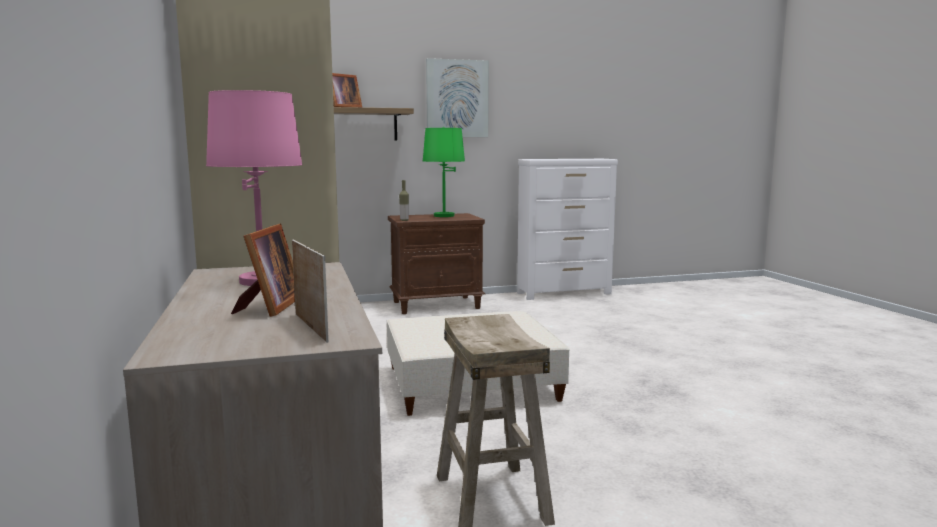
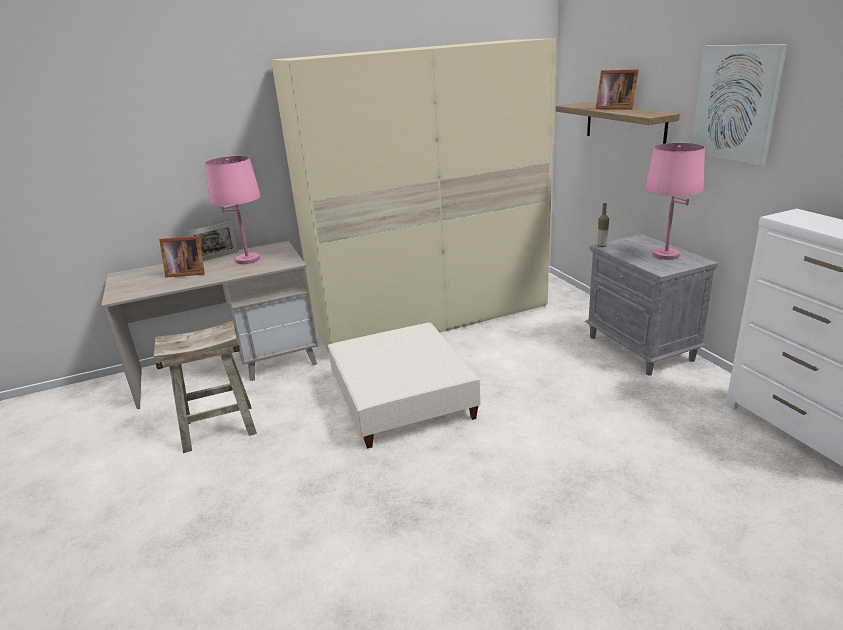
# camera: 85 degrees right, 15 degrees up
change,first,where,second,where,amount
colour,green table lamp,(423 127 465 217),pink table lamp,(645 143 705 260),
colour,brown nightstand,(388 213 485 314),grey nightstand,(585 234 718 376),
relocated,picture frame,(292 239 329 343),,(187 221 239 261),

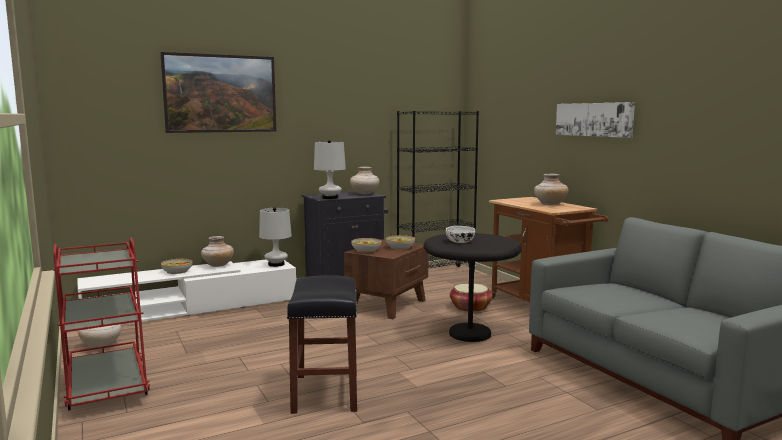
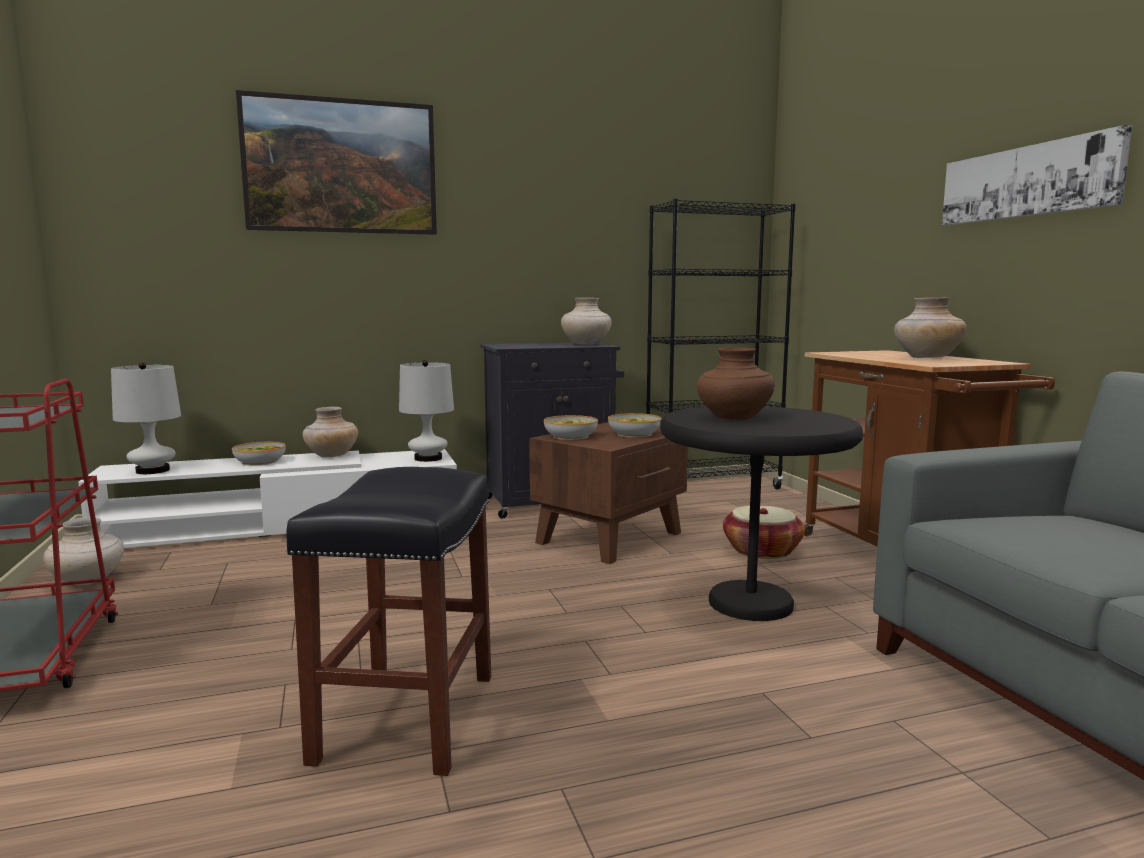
# camera: 10 degrees right, 0 degrees up
change,first,where,second,where,amount
relocated,white table lamp,(314 140 346 199),,(111 363 181 474),
exchanged,white bowl,(446 226 475 243),brown vase,(697 348 775 420),

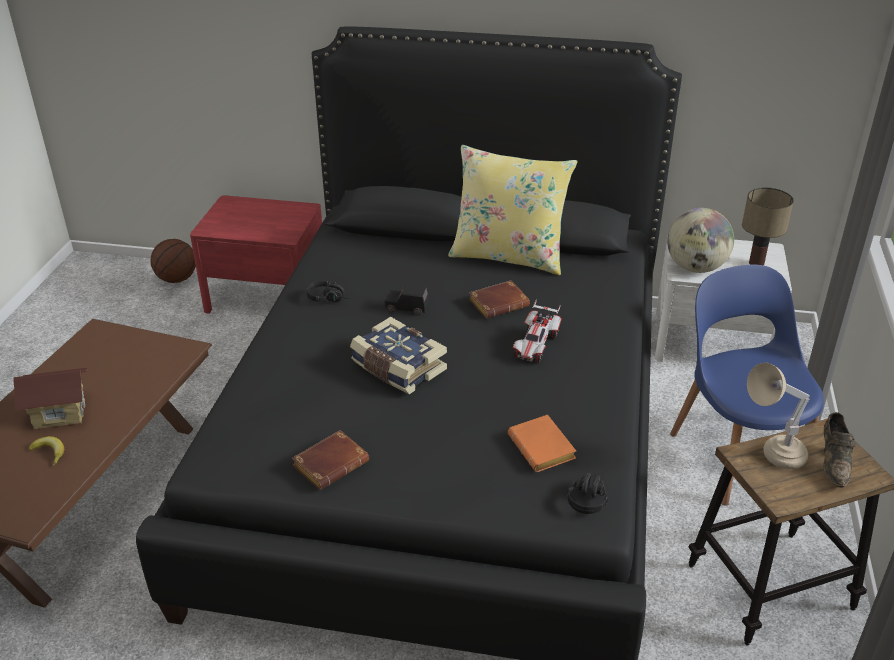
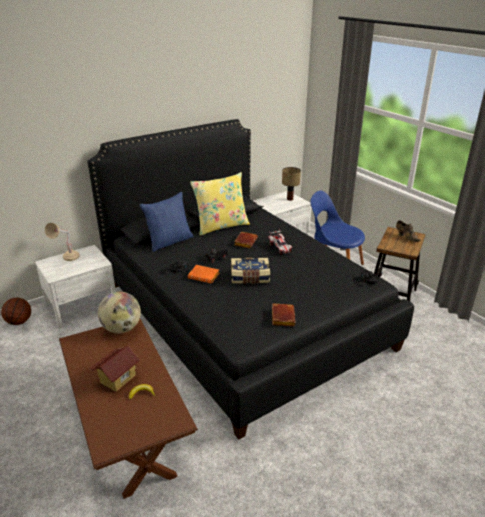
# camera: 45 degrees left, 5 degrees down
change,first,where,second,where,amount
colour,red nightstand,(190 195 322 314),white nightstand,(35 245 116 327),
relocated,globe,(667 208 734 273),,(98 292 141 333),
relocated,beige table lamp,(747 363 810 469),,(45 223 80 261),
relocated,orange book,(508 415 576 472),,(188 265 219 284),
appeared,,,blue pillow,(139 192 194 252),

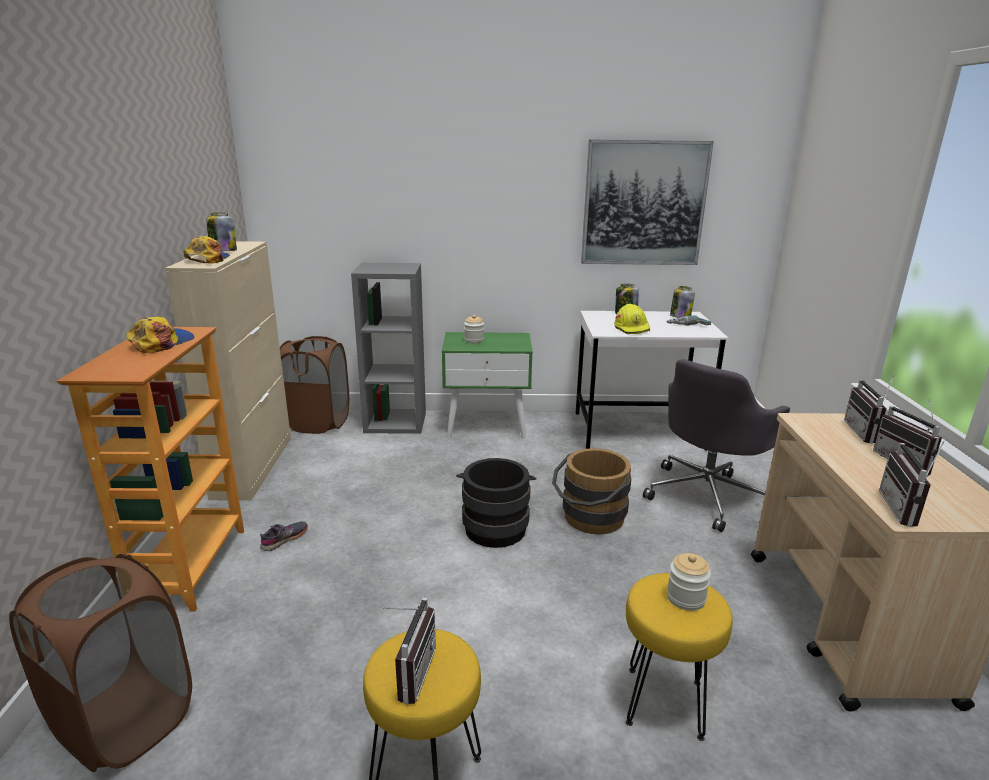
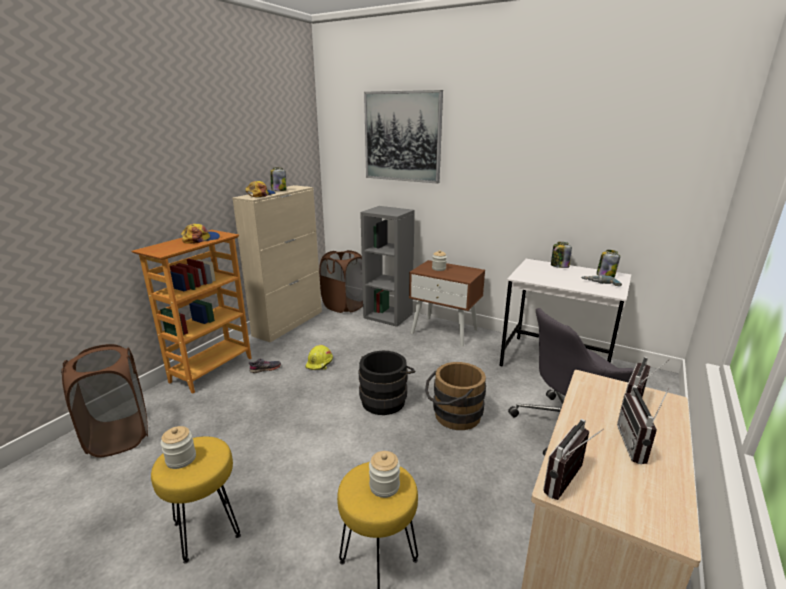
# camera: 30 degrees right, 0 degrees up
change,first,where,second,where,amount
relocated,picture,(581 140 714 265),,(364 90 443 184),
relocated,yellow hard hat,(614 304 650 334),,(306 345 333 370),
colour,green nightstand,(442 332 533 439),brown nightstand,(409 260 485 347),
exchanged,radio,(382 598 436 705),jar,(161 426 196 469),

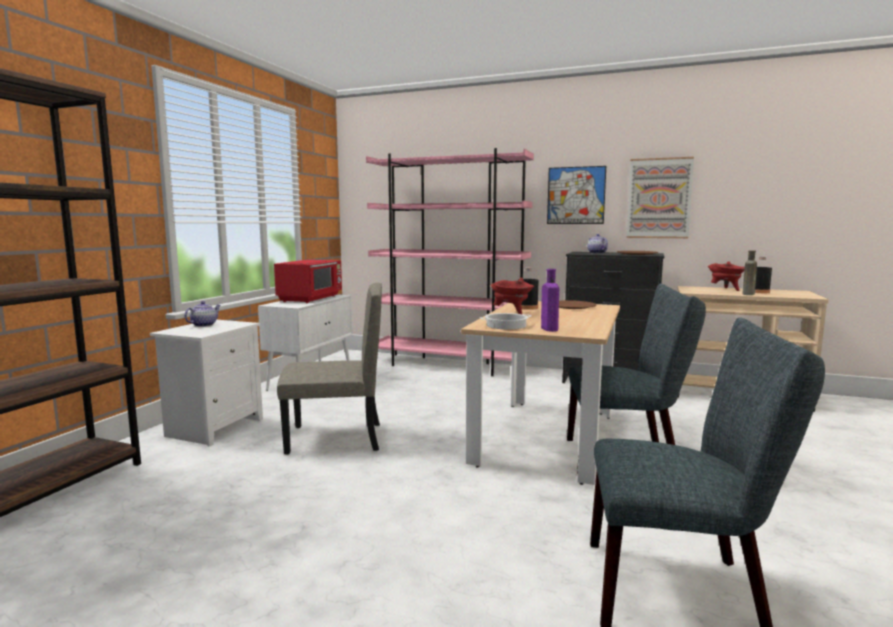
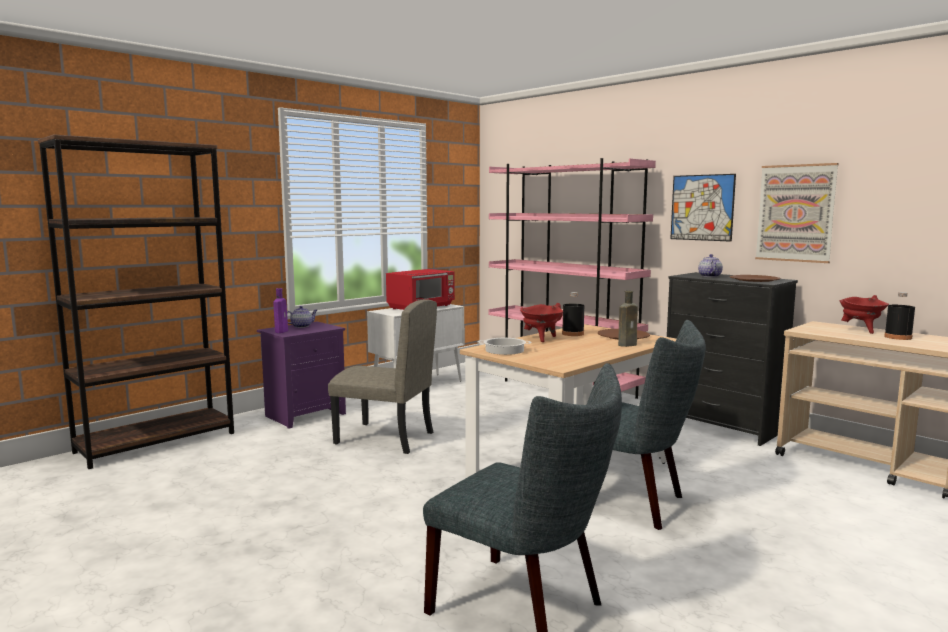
# camera: 25 degrees right, 0 degrees up
change,first,where,second,where,amount
relocated,brown bottle,(743 250 757 295),,(618 291 638 347),
relocated,purple bottle,(541 269 559 332),,(273 288 288 333),
colour,white nightstand,(150 320 263 446),purple nightstand,(257 321 346 429),

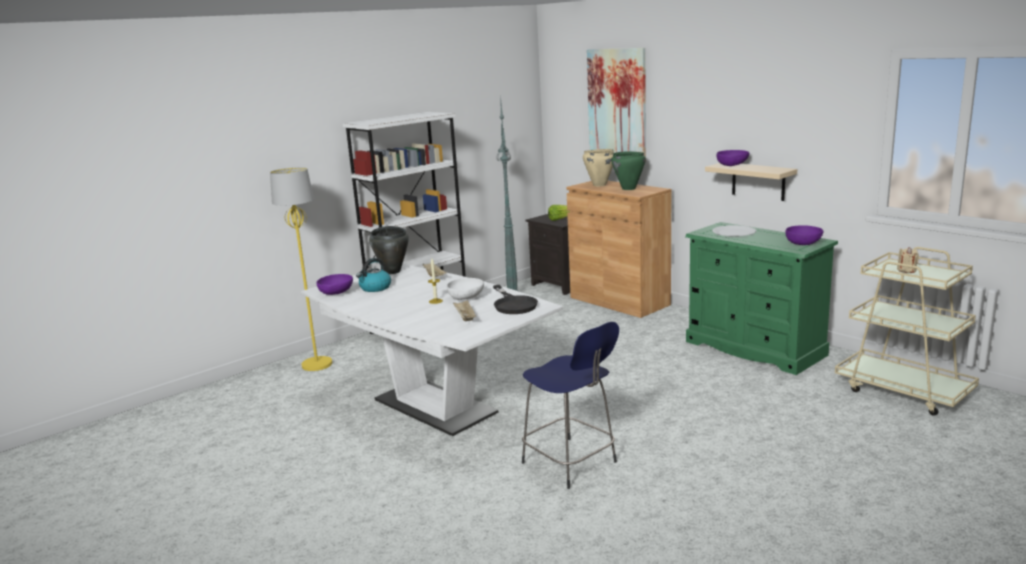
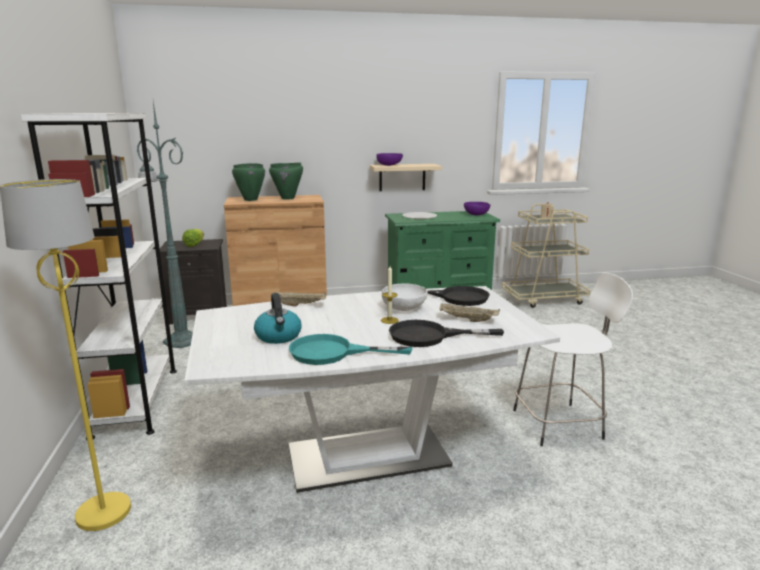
# camera: 60 degrees left, 0 degrees up
change,first,where,second,where,amount
missing,picture,(587 48 646 162),,,
colour,beige cooking pot,(583 149 614 186),green cooking pot,(232 163 265 201),
missing,black cooking pot,(369 226 409 274),,,
missing,purple bowl,(316 274 353 295),,,
colour,blue stool,(522 322 619 489),white stool,(513 273 633 446),
appeared,,,black frying pan,(389 320 504 347),
appeared,,,turquoise frying pan,(289 334 412 365),

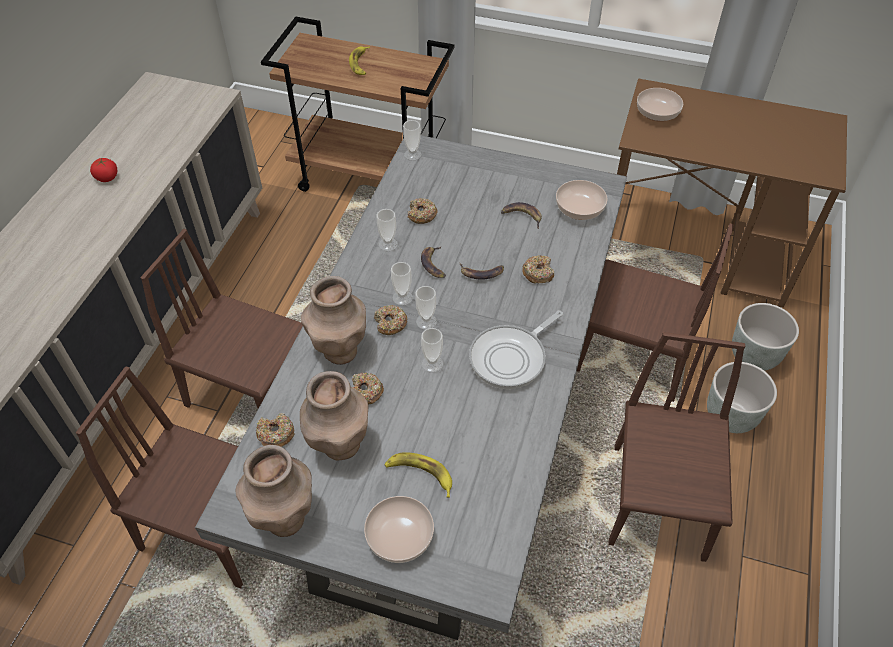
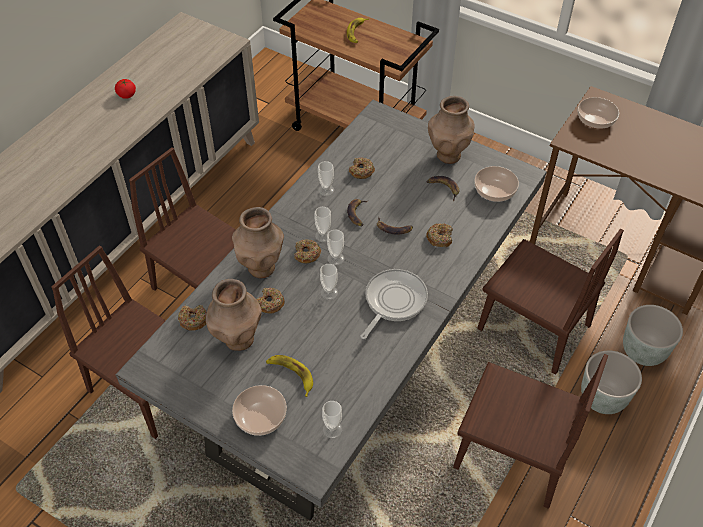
# camera: 15 degrees right, 0 degrees up
change,first,where,second,where,amount
relocated,cup,(403 120 422 161),,(322 401 343 438),
spun,frying pan,(469 310 563 389),,(360 269 428 339),150 degrees clockwise
spun,brown chair,(608 332 745 562),,(453 354 608 509),90 degrees clockwise
relocated,brown vase,(236 445 312 537),,(428 96 474 164),

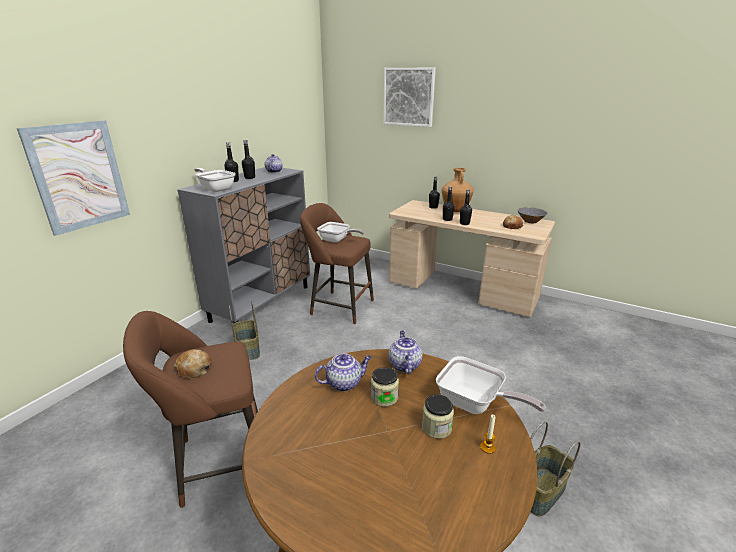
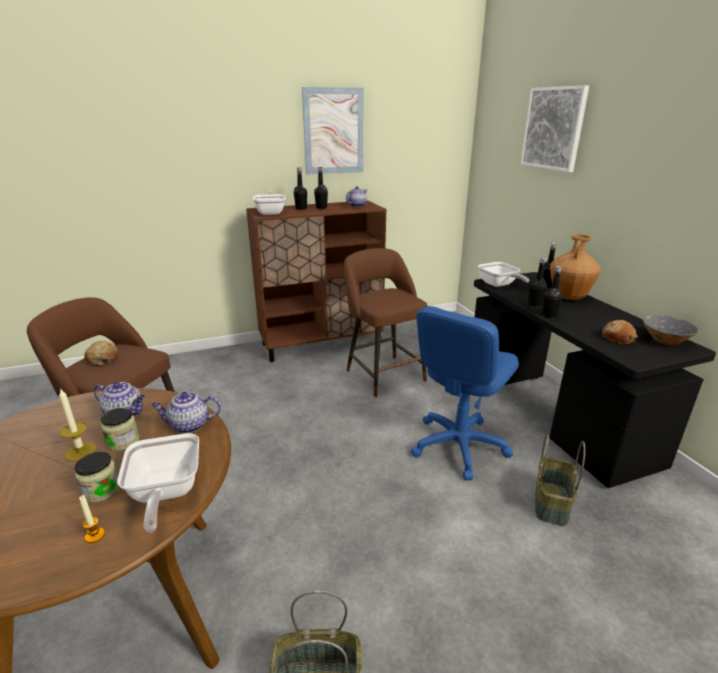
# camera: 40 degrees right, 0 degrees up
change,first,where,second,where,amount
relocated,picture,(17 120 130 236),,(302 87 364 175),
colour,grey cabinet,(178 167 310 323),brown cabinet,(246 200 387 362),
colour,beige desk,(389 200 555 317),black desk,(474 272 716 488),
relocated,frying pan,(317 222 365 243),,(478 262 530 287),
relocated,basket,(229 302 260 360),,(535 434 585 526),
spun,teapot,(388 330 423 374),,(151 392 221 433),135 degrees counterclockwise
appeared,,,blue office chair,(411 306 519 480),
appeared,,,candle,(59 388 96 461),

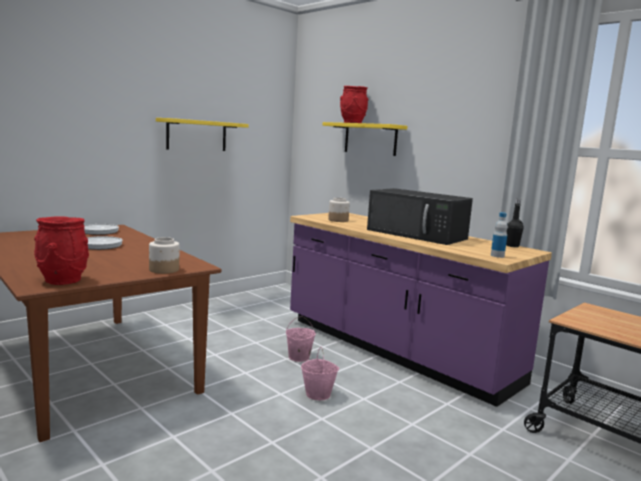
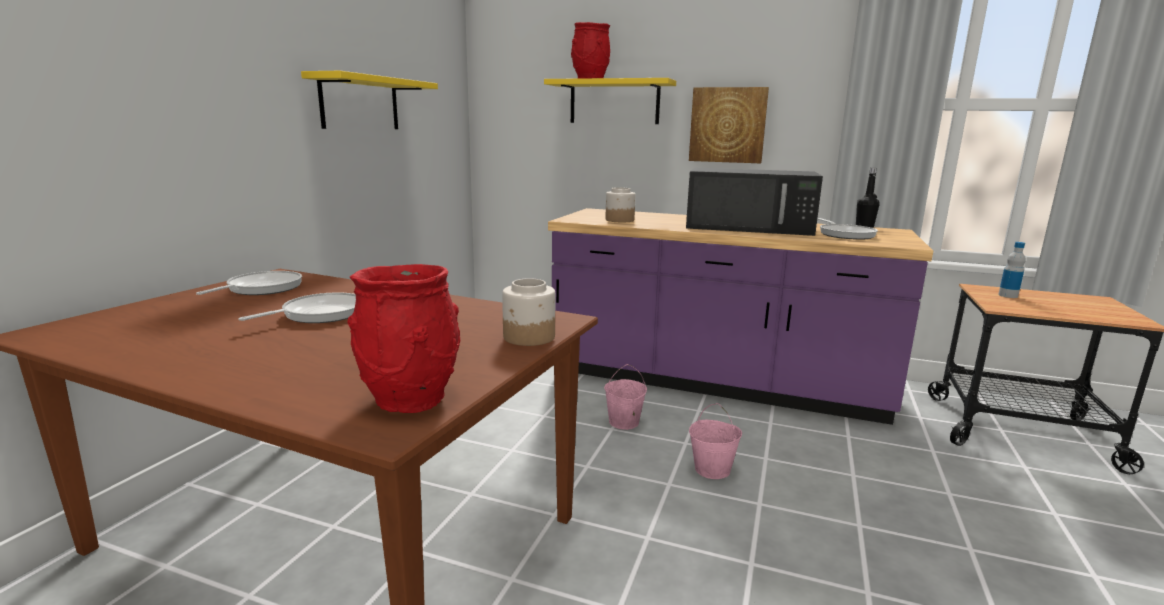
# camera: 25 degrees left, 5 degrees up
change,first,where,second,where,amount
relocated,bottle,(491 212 508 258),,(998 242 1026 298),
appeared,,,picture,(689 87 769 163),
appeared,,,frying pan,(817 218 878 240),

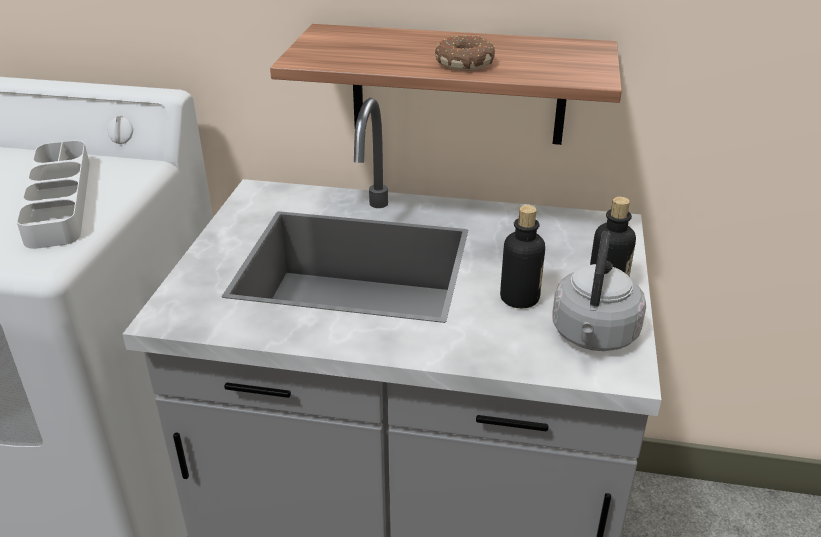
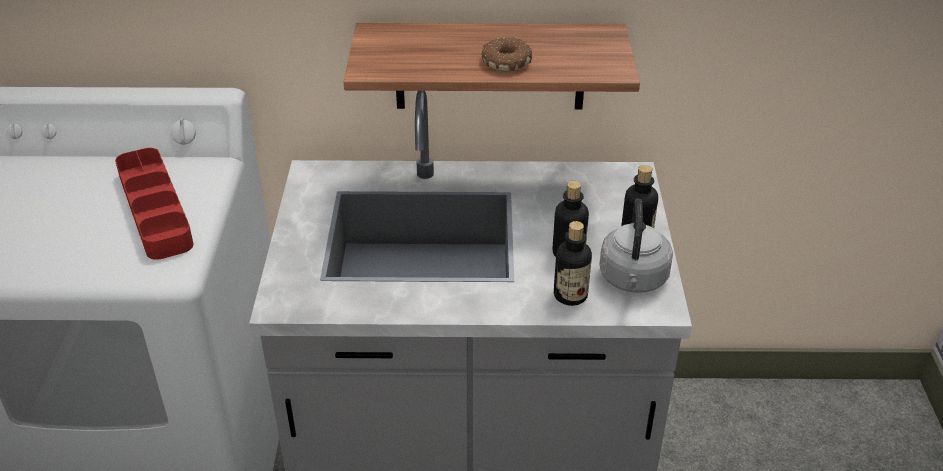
# camera: 10 degrees left, 5 degrees up
change,first,where,second,where,amount
colour,grey tray,(16 141 90 249),red tray,(115 148 193 260),
appeared,,,bottle,(554 221 592 306),

